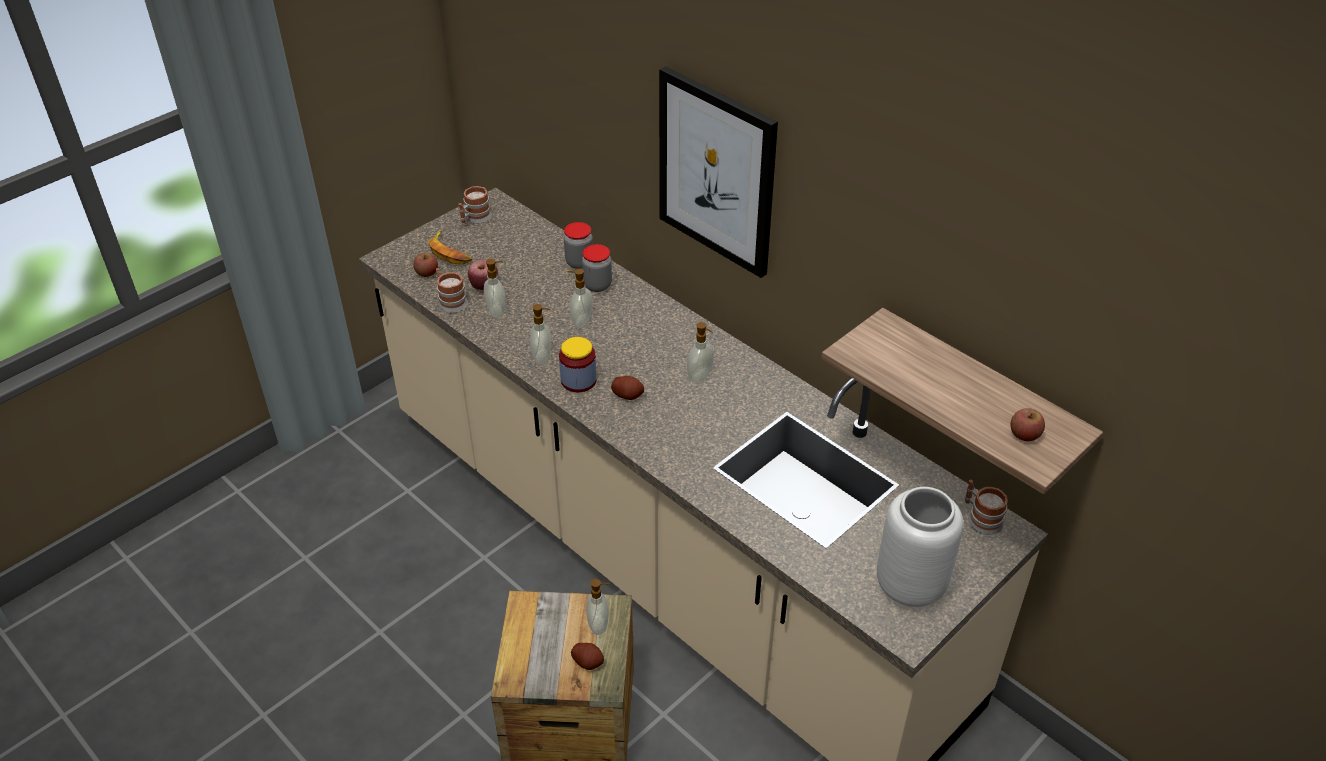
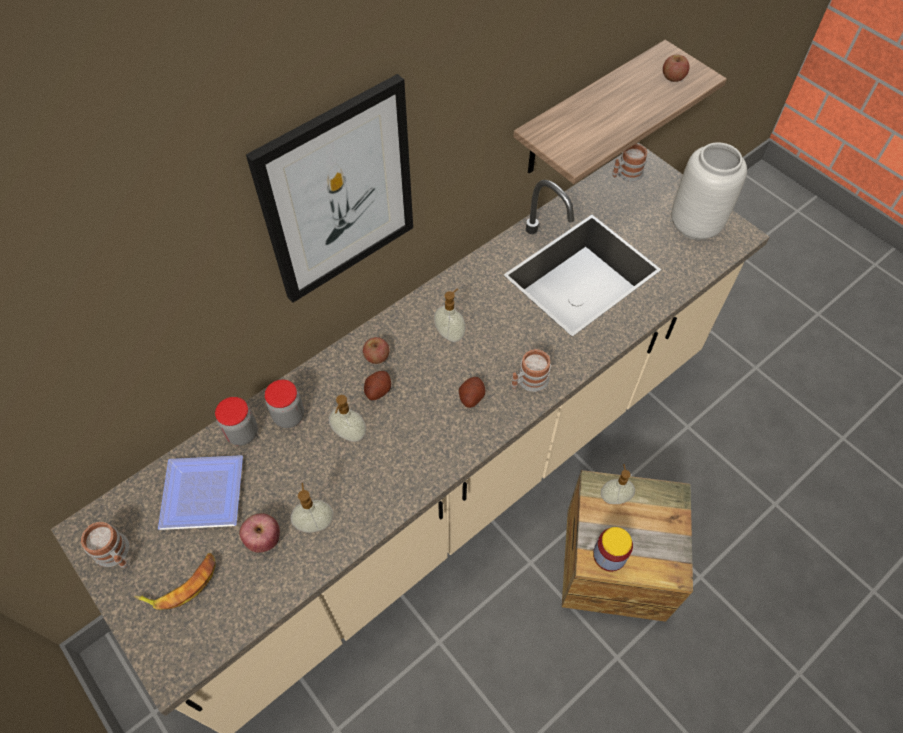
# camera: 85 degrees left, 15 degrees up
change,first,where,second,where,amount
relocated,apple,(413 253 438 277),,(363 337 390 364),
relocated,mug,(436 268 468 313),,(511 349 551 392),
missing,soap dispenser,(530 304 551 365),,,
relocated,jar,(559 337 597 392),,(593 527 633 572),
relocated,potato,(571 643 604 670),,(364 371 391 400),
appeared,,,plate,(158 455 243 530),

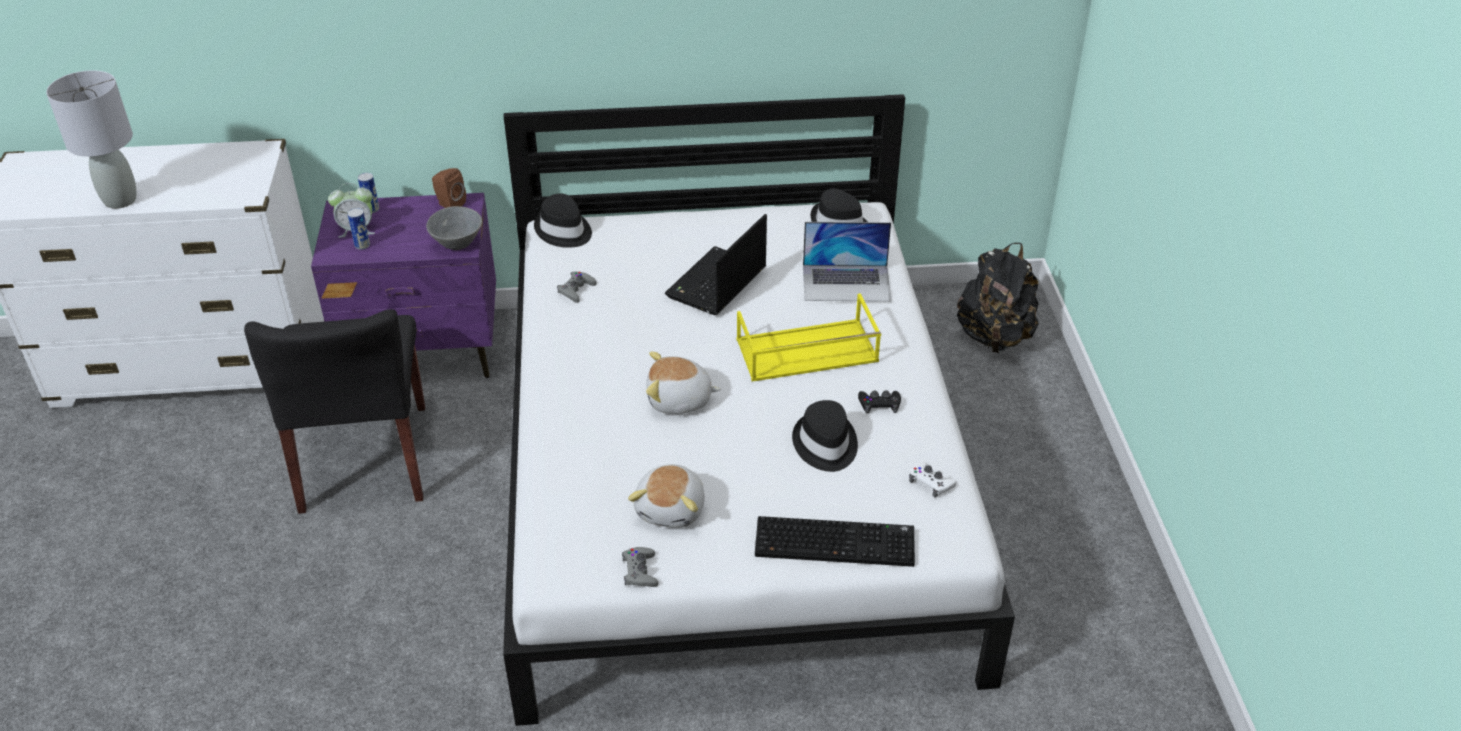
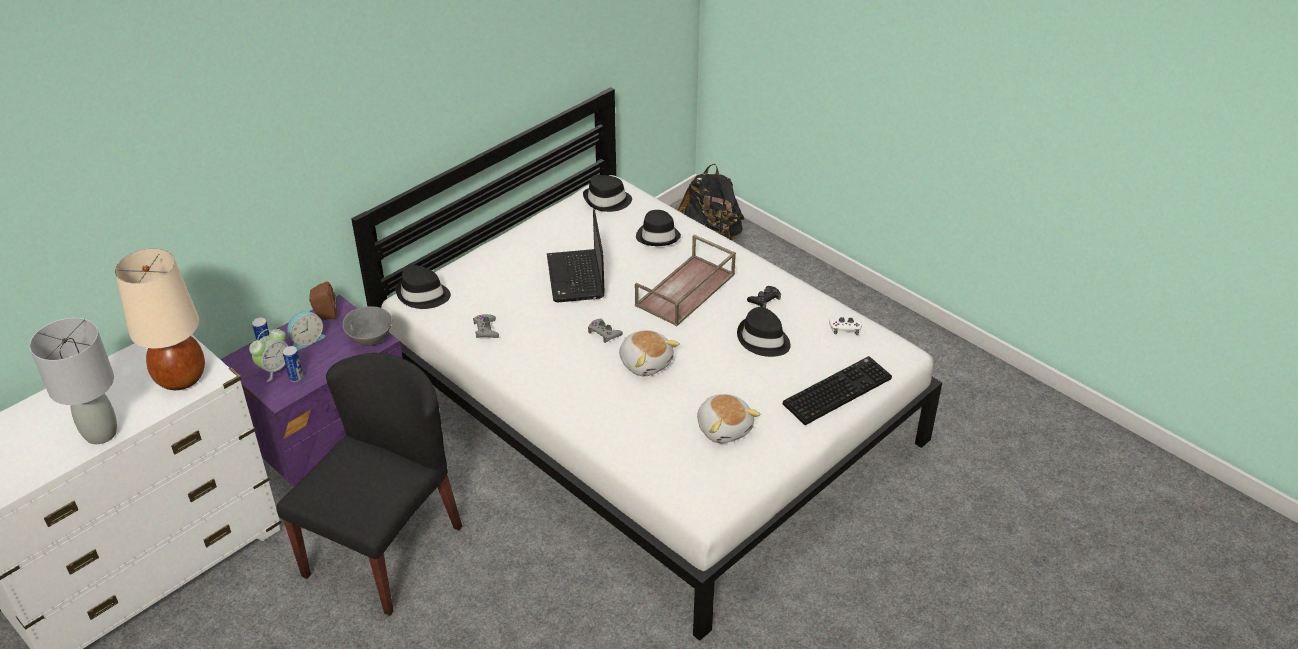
# camera: 40 degrees left, 0 degrees up
change,first,where,second,where,amount
exchanged,laptop,(803 222 891 302),black hat,(636 210 681 246),
colour,yellow tray,(737 293 881 382),brown tray,(635 235 736 327),
spun,black chair,(244 309 425 514),,(276 353 462 616),105 degrees counterclockwise
spun,plush toy,(646 352 721 414),,(619 330 680 377),90 degrees counterclockwise
relocated,grey game controller,(622 547 658 587),,(588 319 622 343),
appeared,,,beige table lamp,(115 248 205 390),
appeared,,,alarm clock,(287 311 325 351),

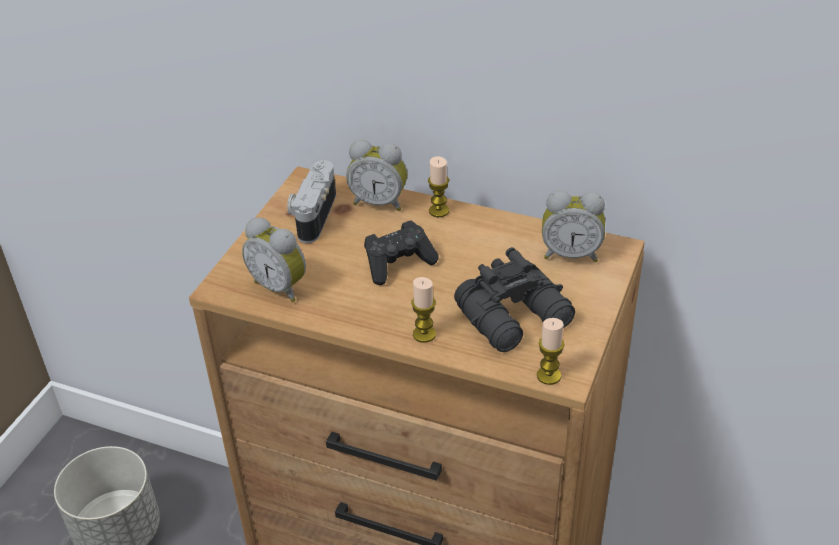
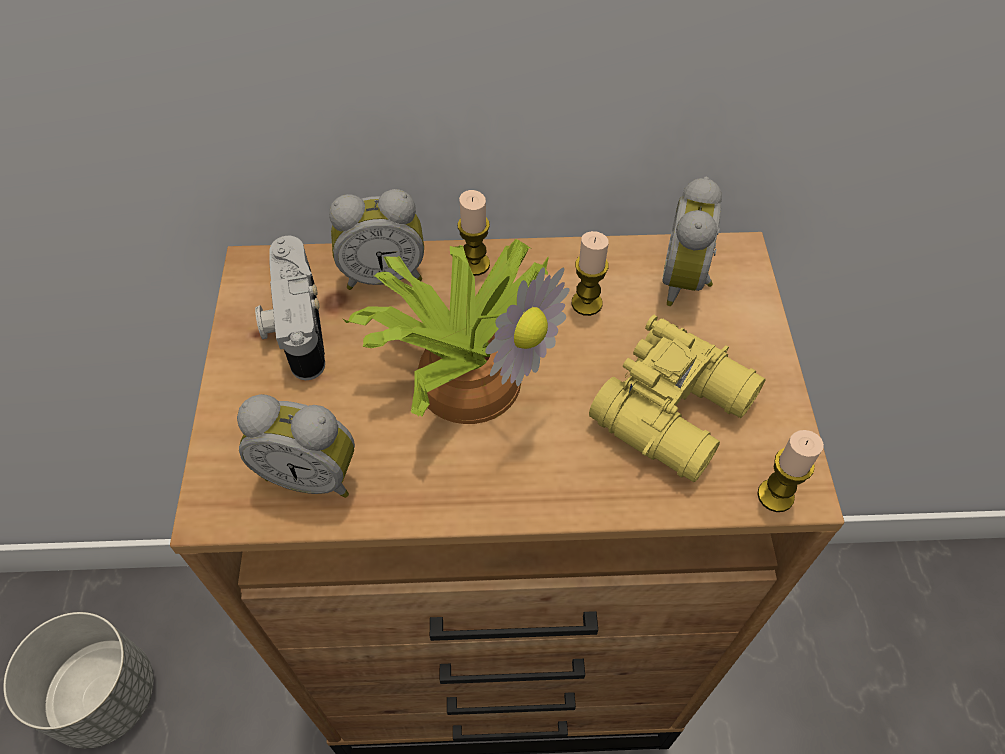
# camera: 25 degrees left, 15 degrees up
change,first,where,second,where,amount
spun,alarm clock,(542 190 605 262),,(662 177 722 306),120 degrees clockwise
exchanged,black game controller,(364 220 439 285),potted plant,(343 239 570 424),
colour,black binoculars,(454 247 575 352),yellow binoculars,(589 315 766 482),
relocated,candle,(411 277 436 343),,(572 231 609 316),

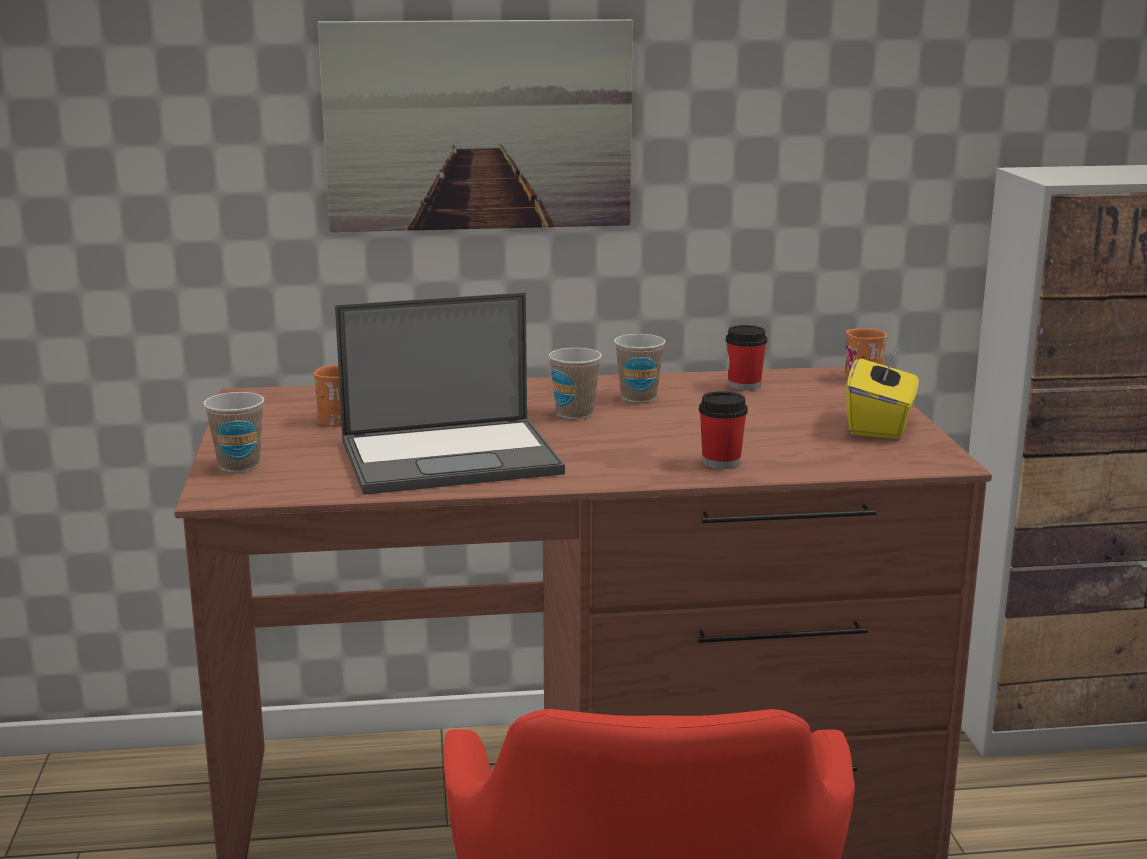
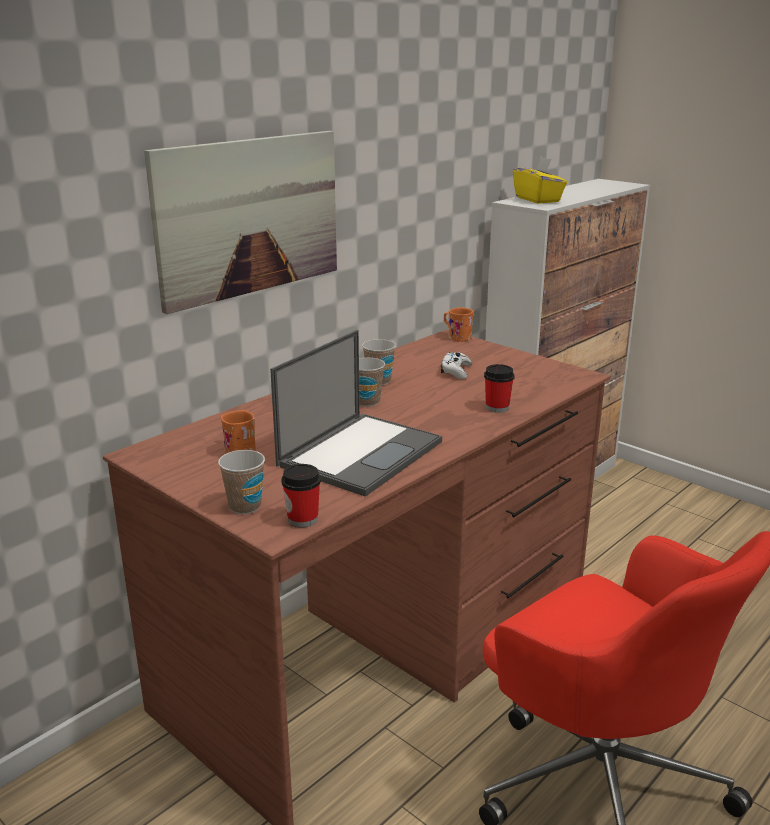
# camera: 40 degrees left, 5 degrees up
change,first,where,second,where,amount
relocated,cup,(726 325 767 391),,(281 464 321 528),
relocated,yellow tissue box,(846 347 919 439),,(513 157 567 204),
appeared,,,white game controller,(441 352 472 379),

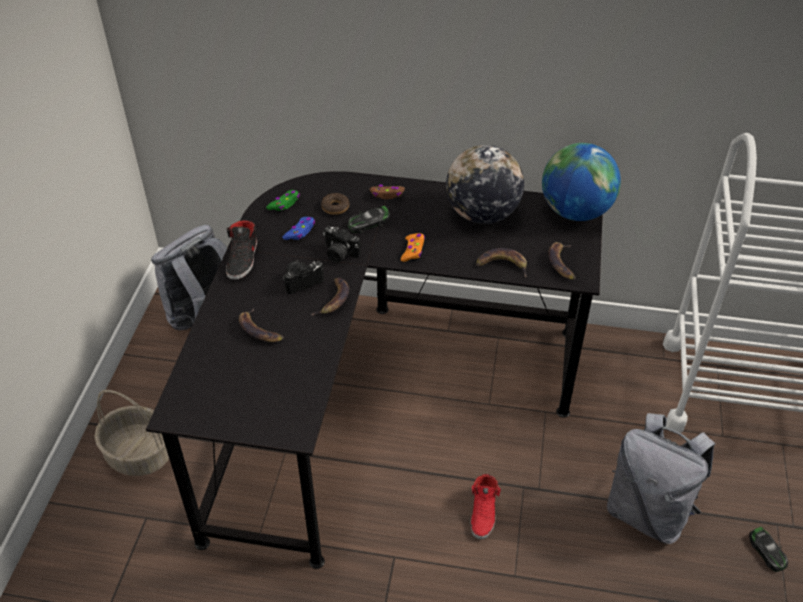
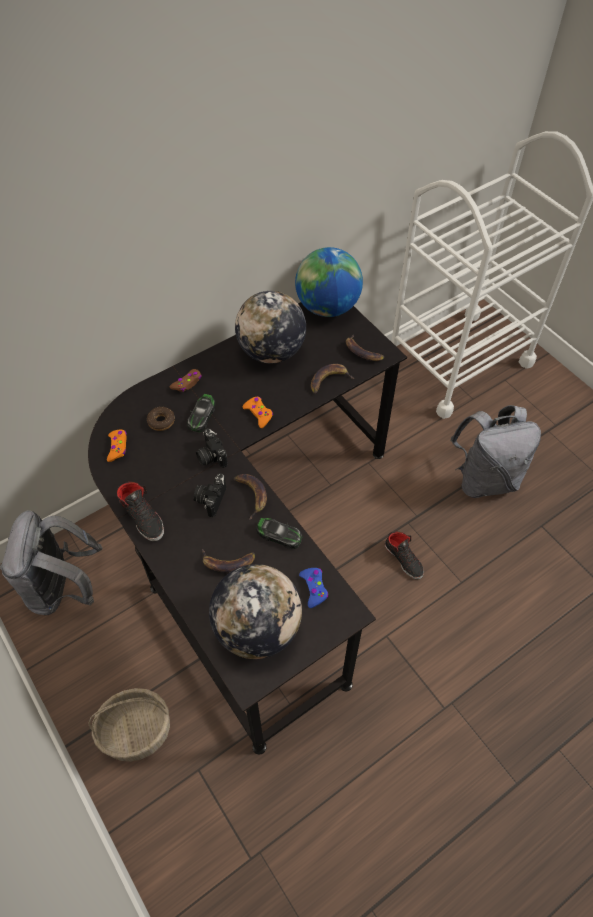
# camera: 45 degrees left, 10 degrees up
change,first,where,second,where,amount
colour,green game controller,(266 190 300 211),orange game controller,(107 430 127 462),
relocated,blue game controller,(282 217 315 240),,(299 568 328 608),
spun,photo camera,(323 226 361 263),,(196 428 228 468),75 degrees clockwise
colour,red shoe,(470 474 501 539),black shoe,(385 532 424 579),
relocated,toy car,(749 527 788 572),,(256 518 303 549),
appeared,,,globe,(209 564 302 659),

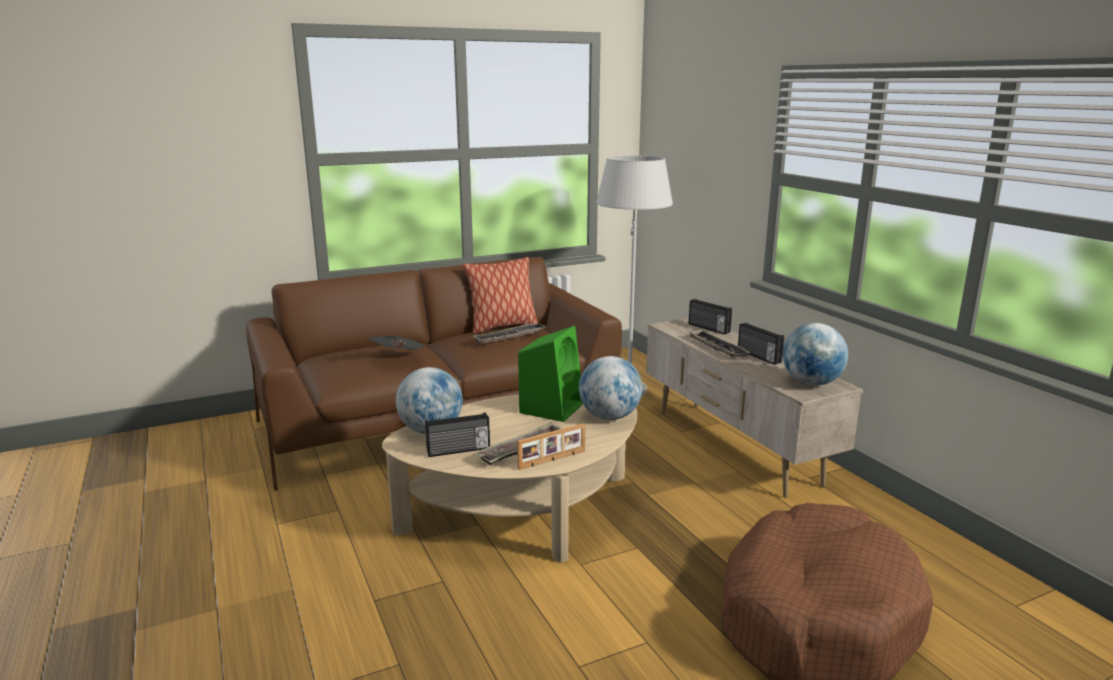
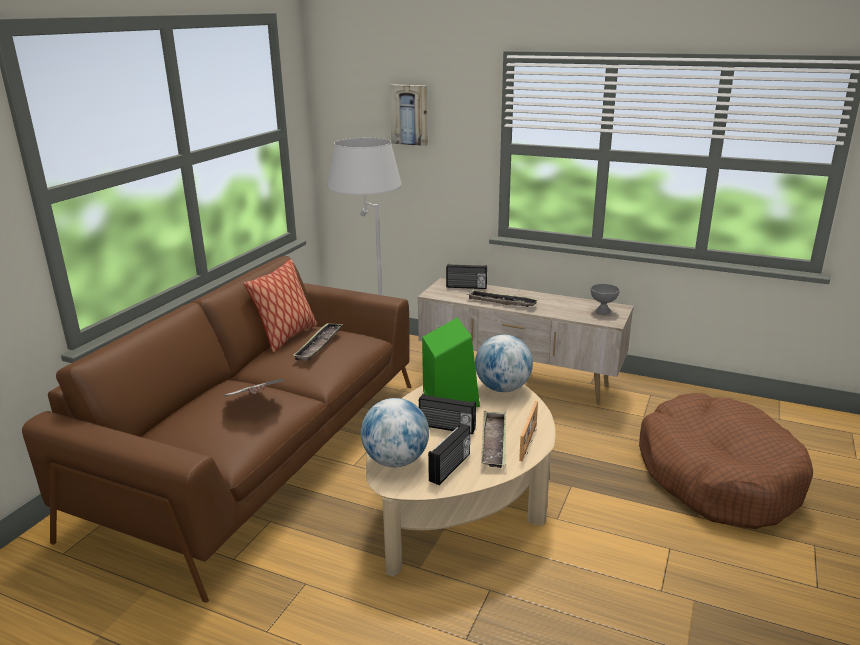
# camera: 40 degrees left, 5 degrees up
change,first,where,second,where,amount
relocated,radio,(738 323 784 365),,(419 394 476 434),
exchanged,globe,(783 323 848 386),grey bowl,(591 284 620 314),
appeared,,,picture,(390 84 428 146),

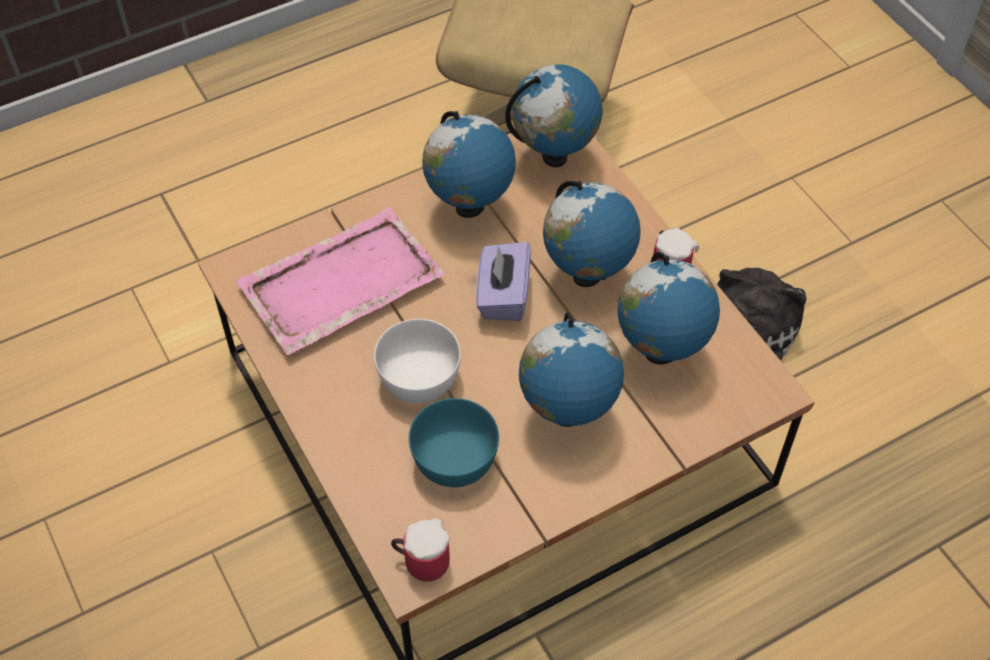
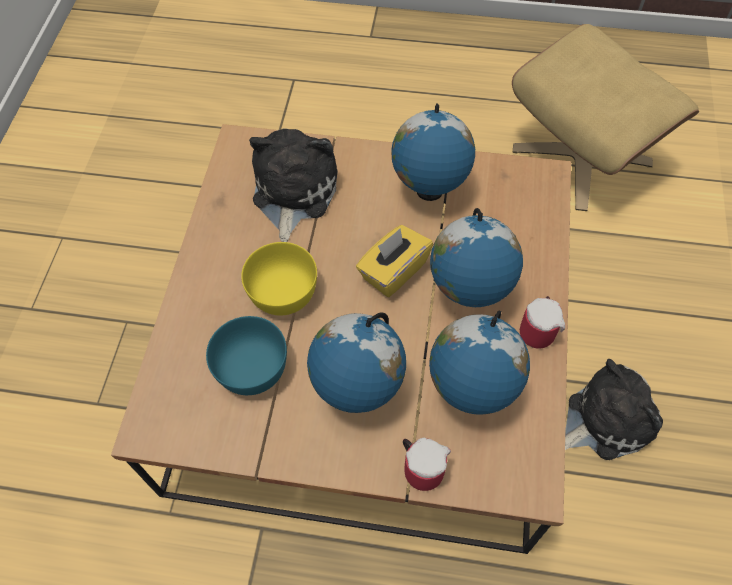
# camera: 40 degrees right, 5 degrees up
change,first,where,second,where,amount
missing,globe,(505 64 603 167),,,
exchanged,pink tray,(236 207 445 355),plush toy,(249 128 338 242),
colour,purple tissue box,(476 242 531 321),yellow tissue box,(356 225 433 297),
colour,white bowl,(374 319 461 403),yellow bowl,(241 242 317 315),
relocated,mug,(391 518 450 582),,(403 438 451 491),

